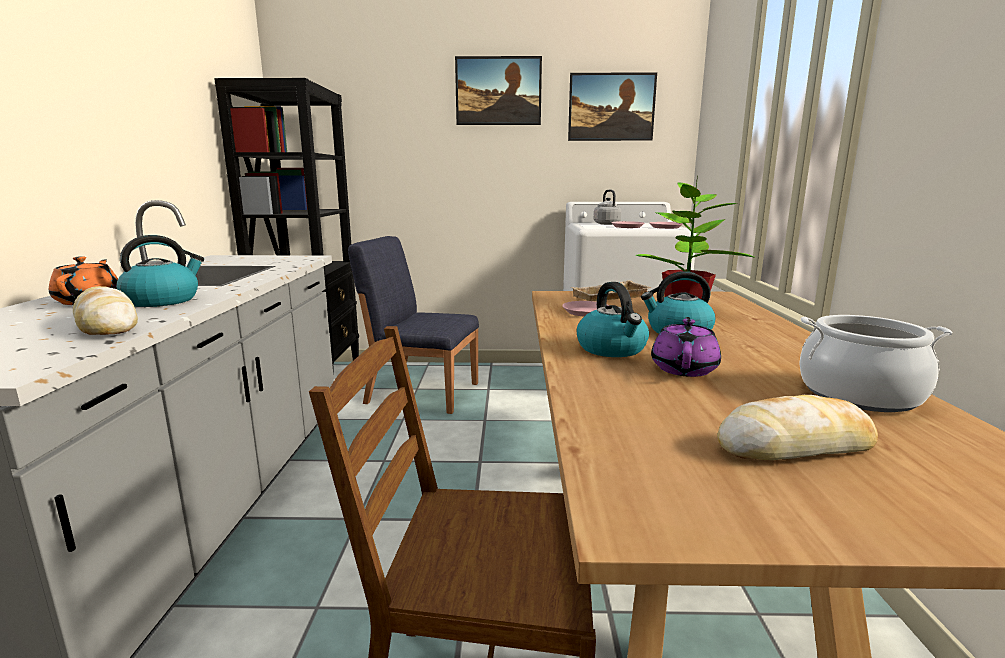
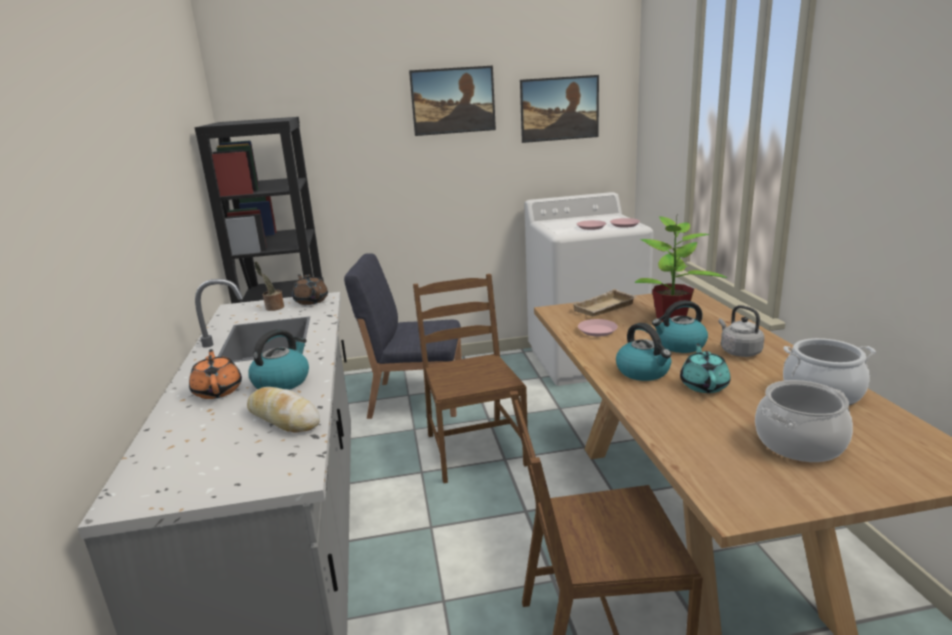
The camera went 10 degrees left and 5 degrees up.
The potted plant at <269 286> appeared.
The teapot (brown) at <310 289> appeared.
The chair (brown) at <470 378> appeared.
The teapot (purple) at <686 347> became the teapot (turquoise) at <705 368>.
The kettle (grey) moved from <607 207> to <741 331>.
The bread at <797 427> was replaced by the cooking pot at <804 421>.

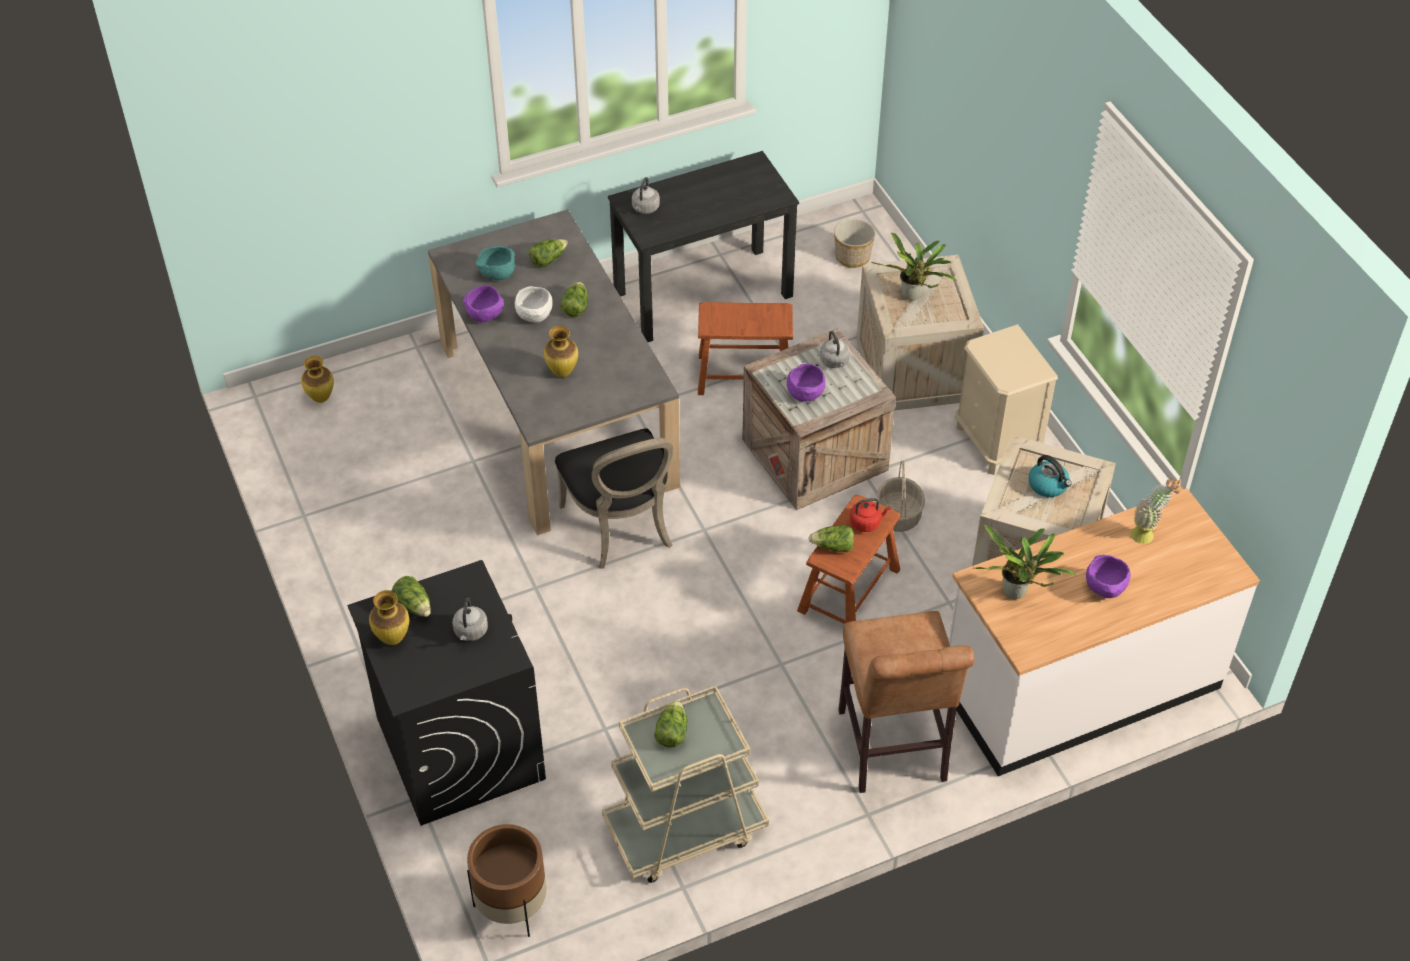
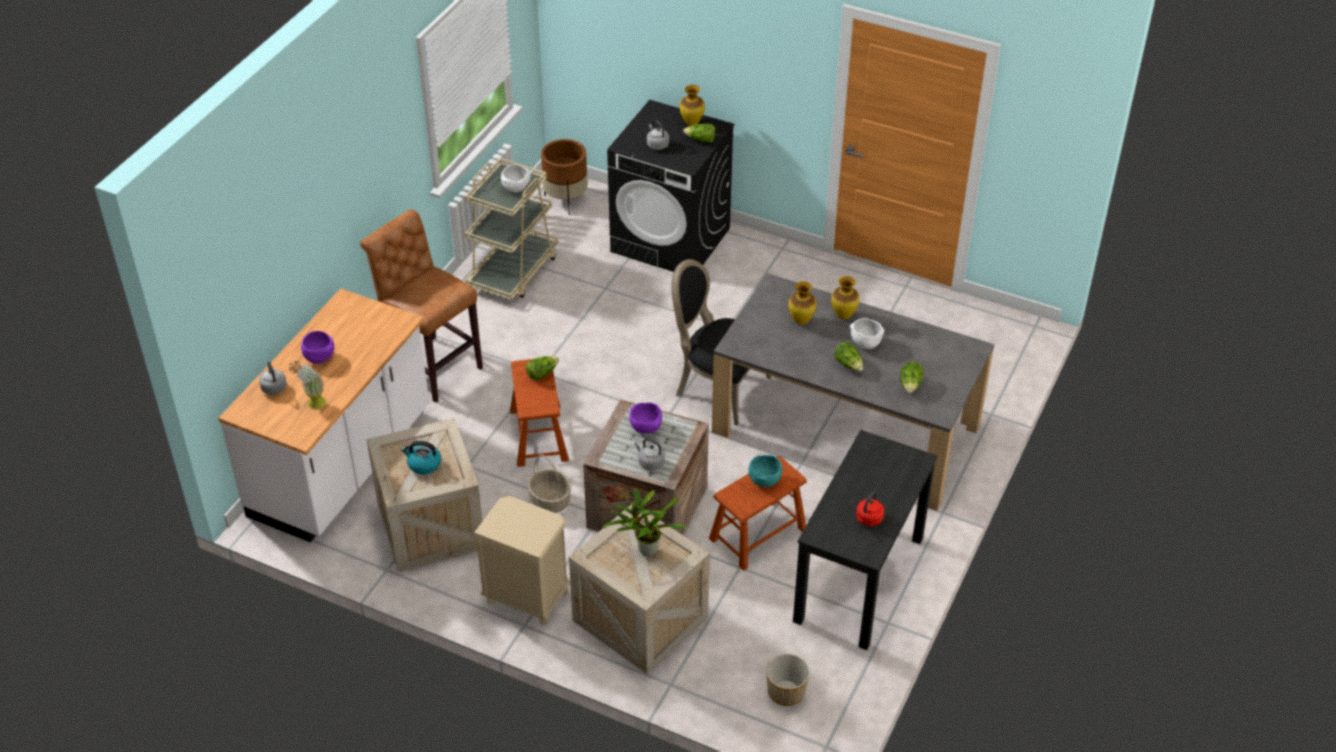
The camera went 140 degrees right and 5 degrees down.
The kettle (grey) moved from <646 195> to <273 378>.
The lettuce at <670 724> was replaced by the bowl (white) at <516 178>.
The bowl (turquoise) moved from <495 263> to <765 471>.
The vase moved from <317 379> to <845 297>.
The kettle (red) moved from <870 515> to <870 508>.
The bowl (purple) at <483 303> disappeared.
The potted plant at <1025 562> disappeared.

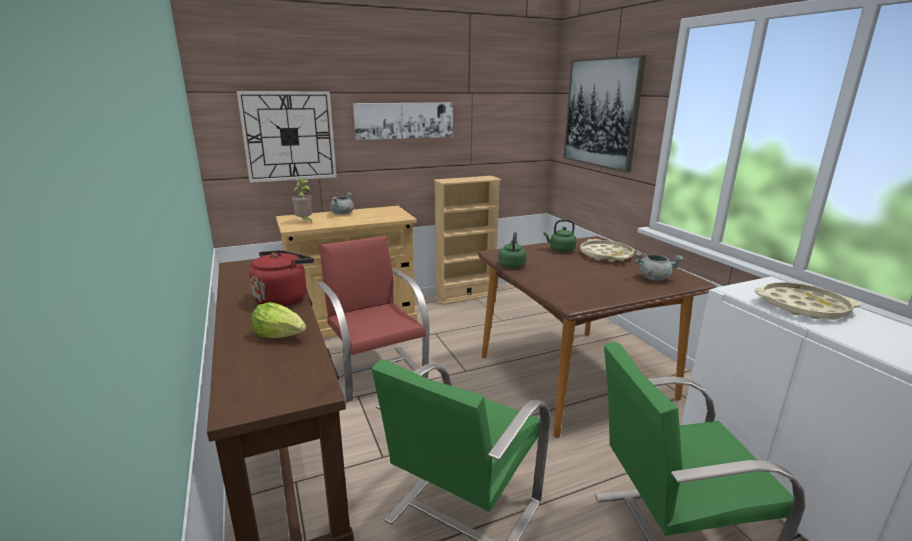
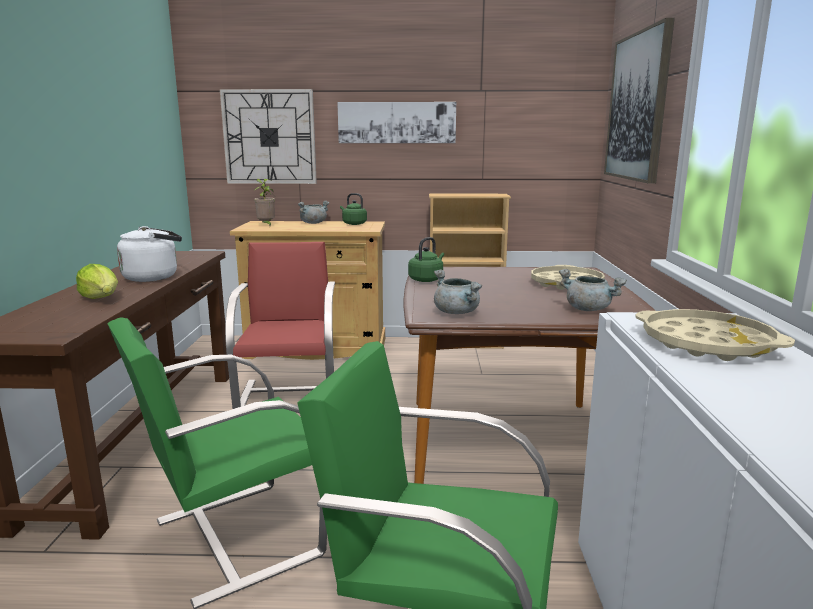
The camera went 25 degrees right and 5 degrees down.
The kettle (red) at <281 278> became the kettle (white) at <149 254>.
The kettle (green) moved from <560 235> to <353 209>.
The cooking pot (grey) at <458 291> appeared.

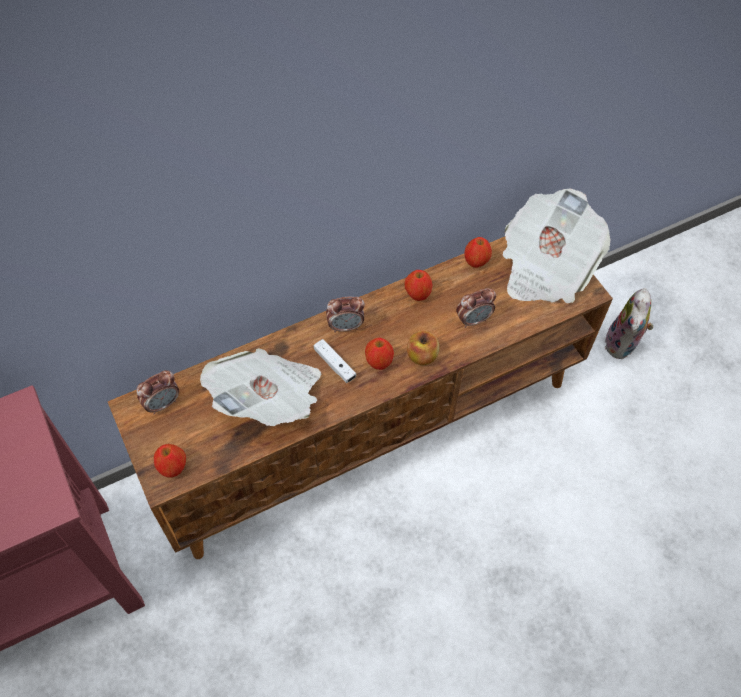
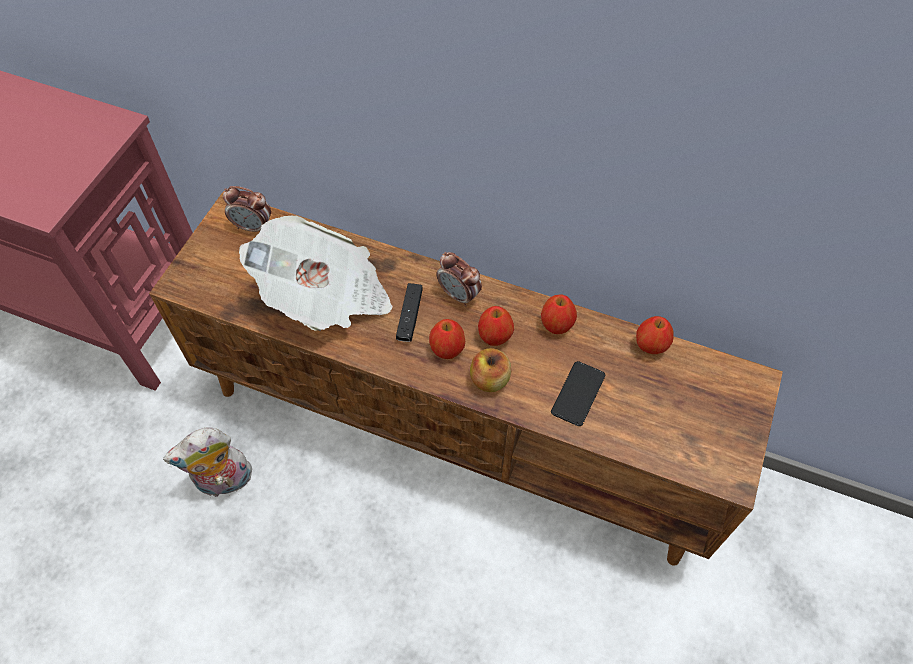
The camera went 50 degrees right and 0 degrees up.
The plush toy moved from <629 323> to <207 462>.
The game controller (white) at <334 361> became the game controller (black) at <409 312>.
The apple moved from <170 461> to <496 326>.
The alarm clock at <476 308> was replaced by the phone at <578 393>.
The newspaper at <556 245> disappeared.

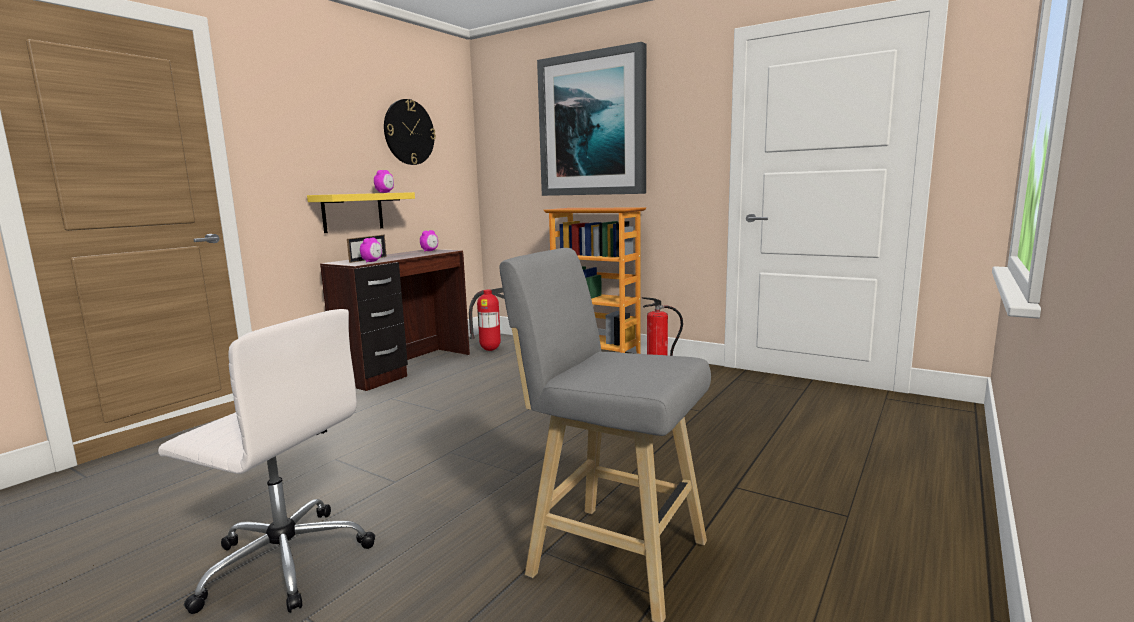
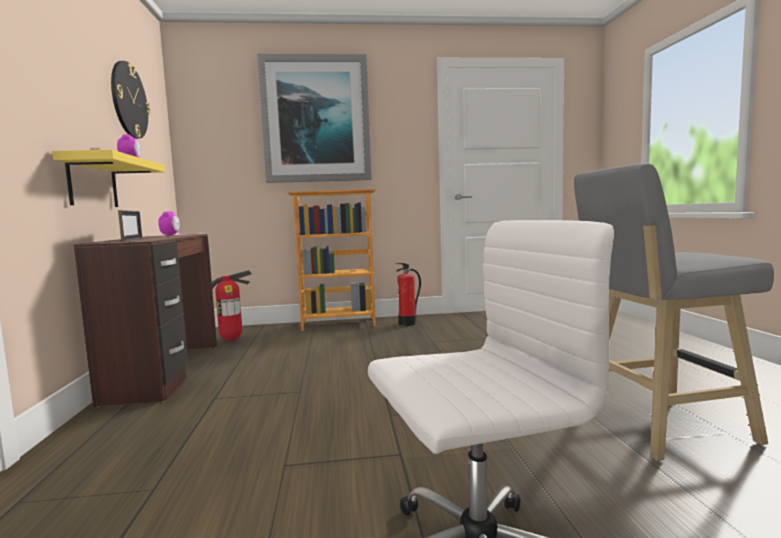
The camera went 40 degrees left and 5 degrees down.
The alarm clock at <371 250> disappeared.

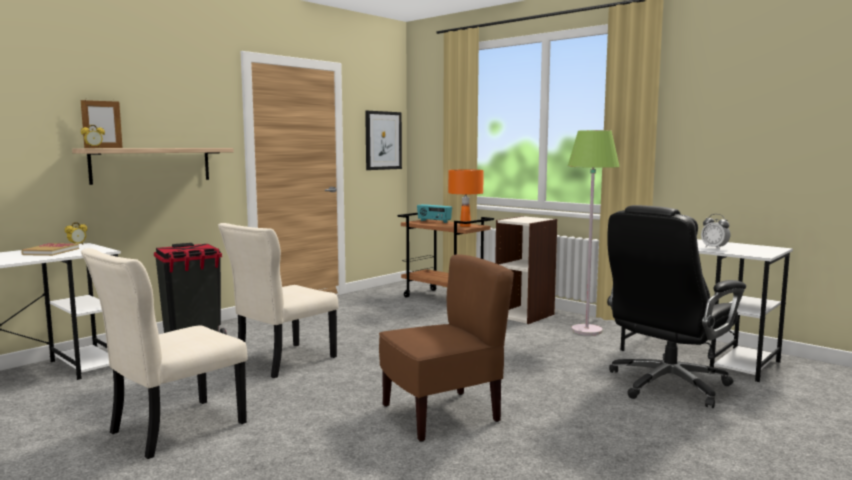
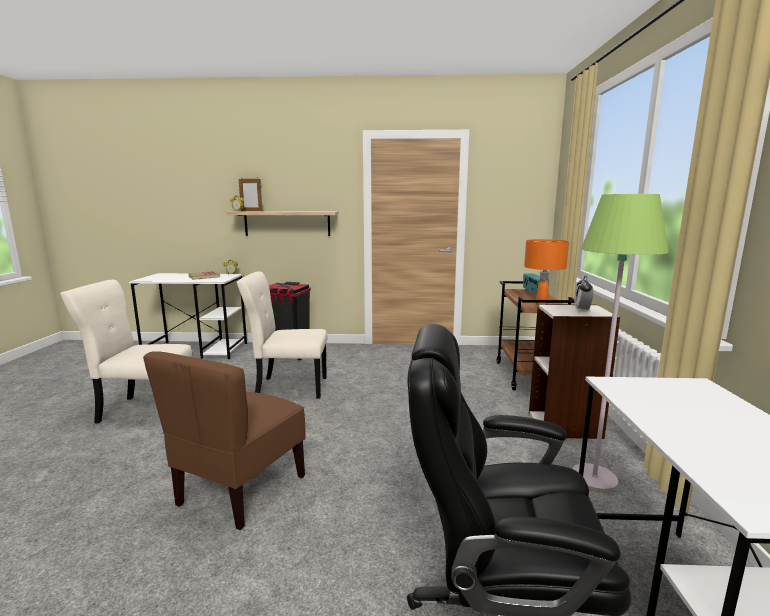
The camera went 50 degrees right and 5 degrees up.
The chair (brown) at <446 348> turned 90 degrees clockwise.
The alarm clock moved from <715 232> to <583 293>.
The picture at <383 140> disappeared.

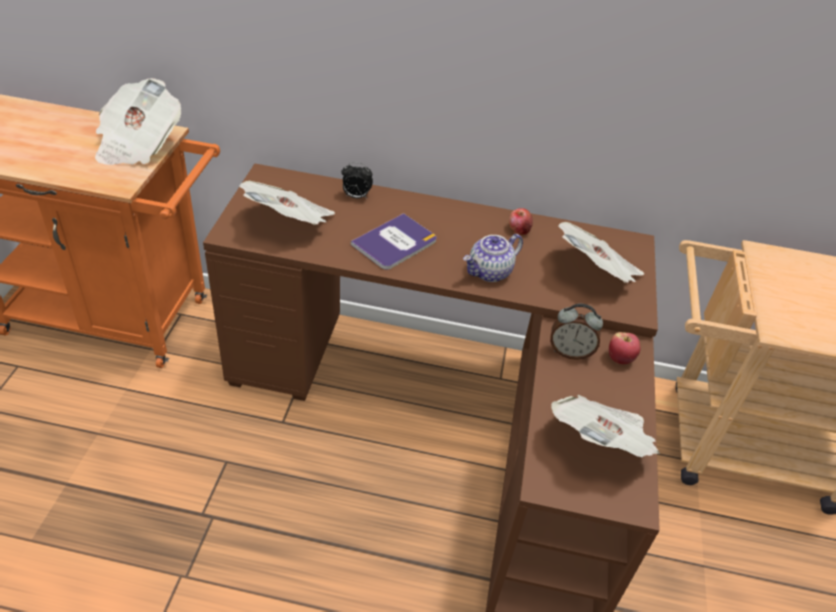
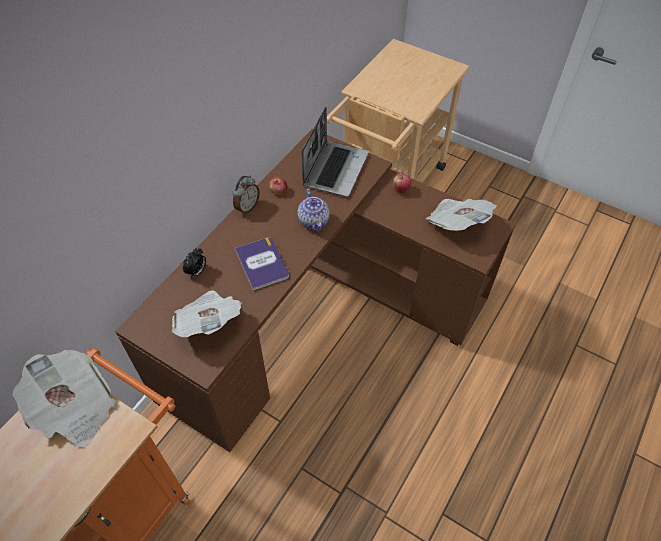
The camera went 65 degrees left and 10 degrees up.
The alarm clock moved from <576 332> to <246 195>.
The newspaper at <601 252> was replaced by the laptop at <335 152>.

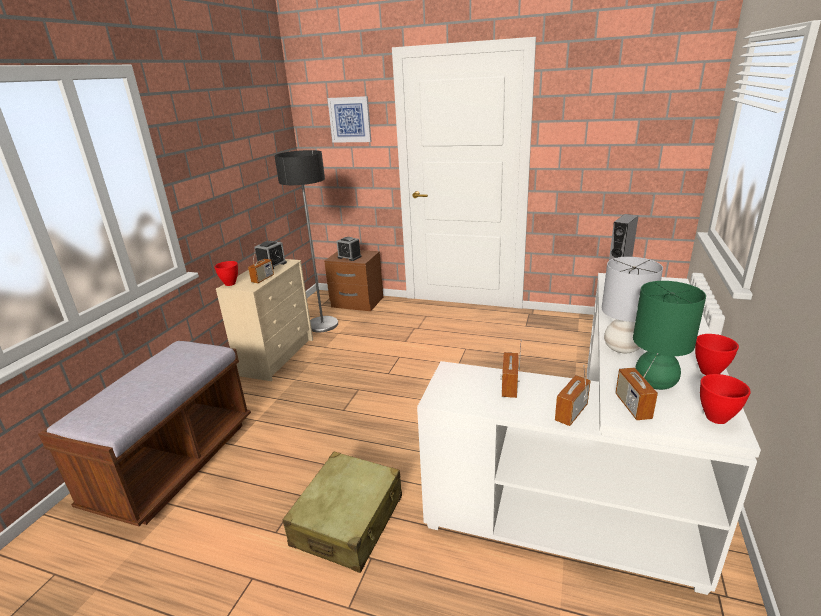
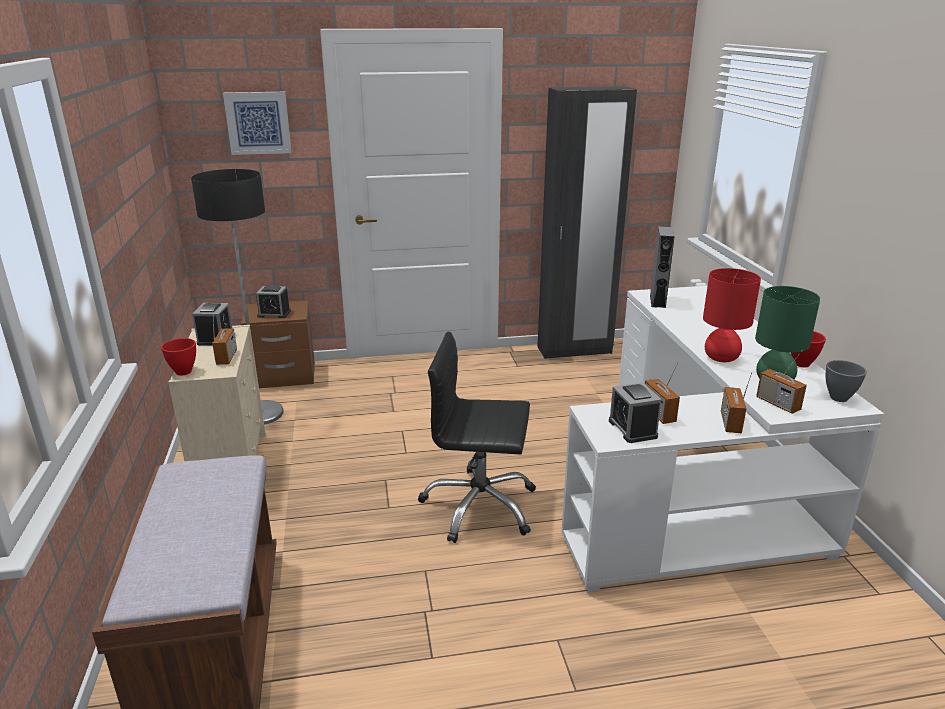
The camera went 30 degrees left and 0 degrees up.
The office chair (black) at <477 437> appeared.
The wardrobe (black) at <587 222> appeared.
The alarm clock at <635 412> appeared.
The table lamp (grey) at <632 305> became the table lamp (red) at <732 315>.
The bowl (red) at <725 399> became the bowl (grey) at <846 381>.
The suitcase (beige) at <342 512> disappeared.

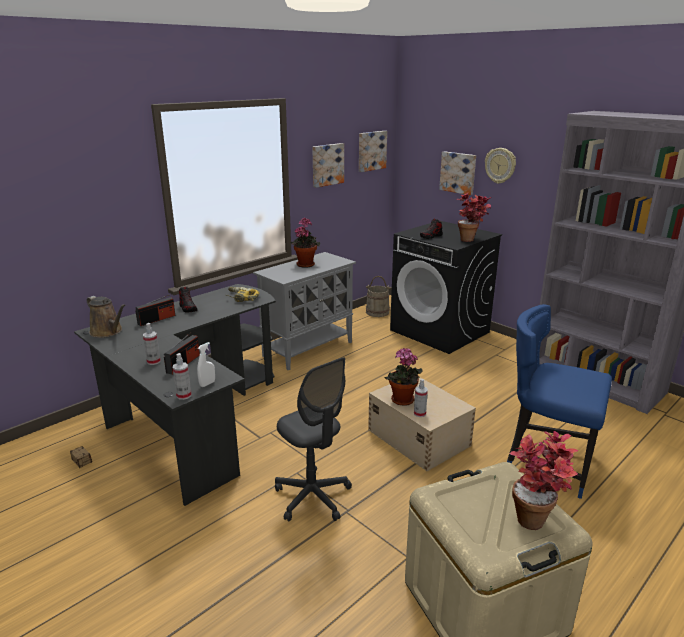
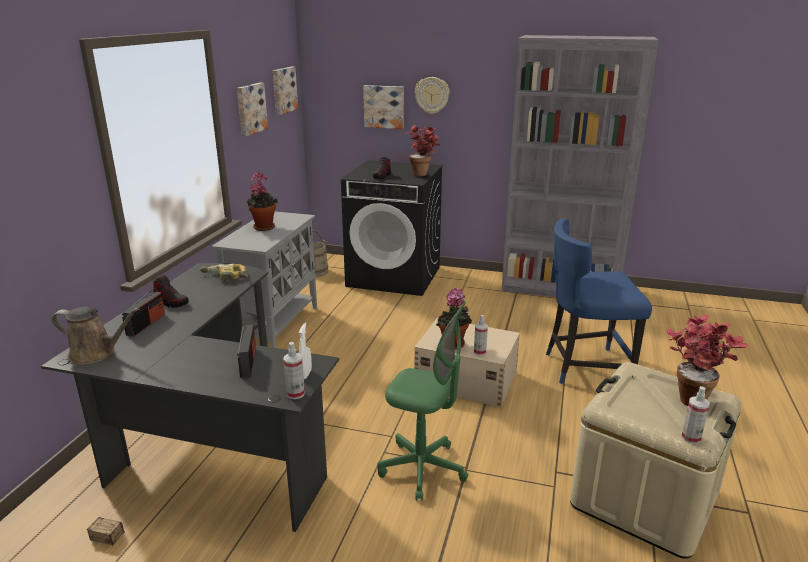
The camera went 30 degrees left and 0 degrees up.
The office chair (grey) at <313 439> became the office chair (green) at <422 401>.
The spray bottle moved from <152 344> to <695 415>.

